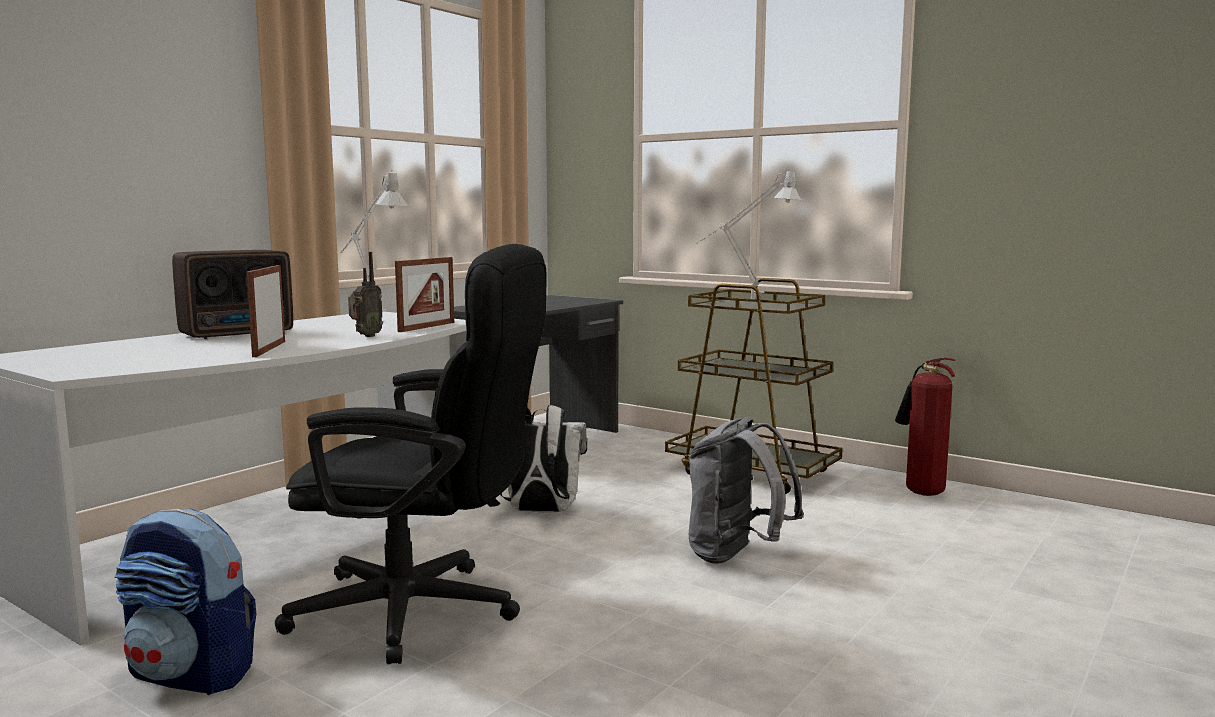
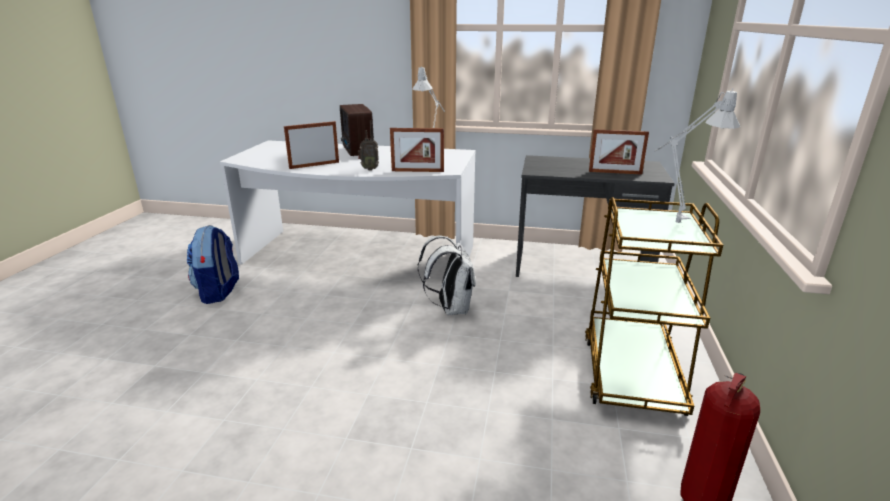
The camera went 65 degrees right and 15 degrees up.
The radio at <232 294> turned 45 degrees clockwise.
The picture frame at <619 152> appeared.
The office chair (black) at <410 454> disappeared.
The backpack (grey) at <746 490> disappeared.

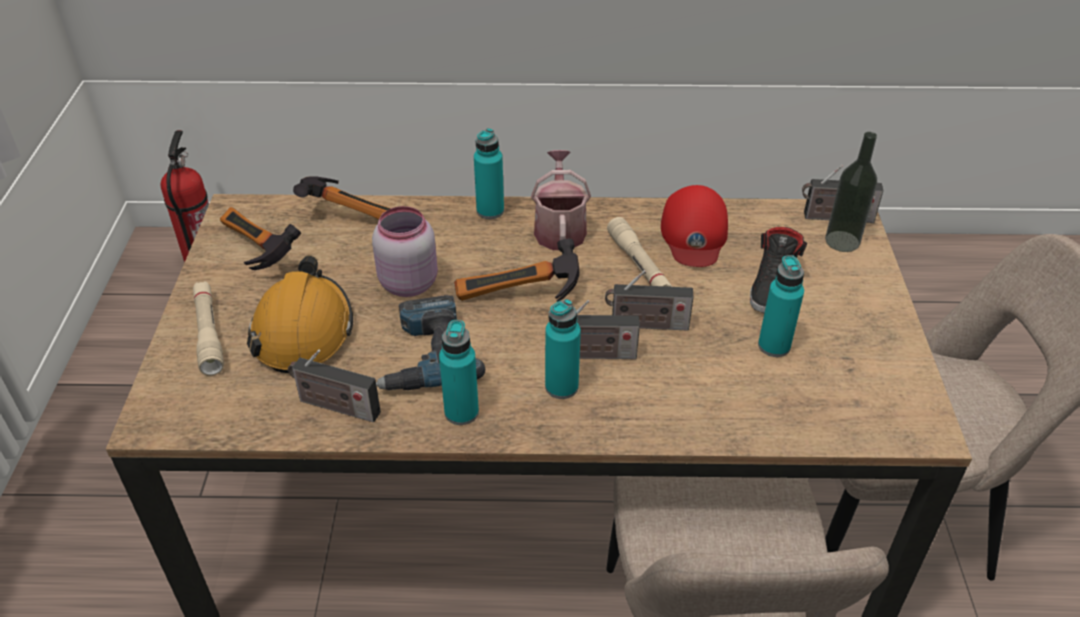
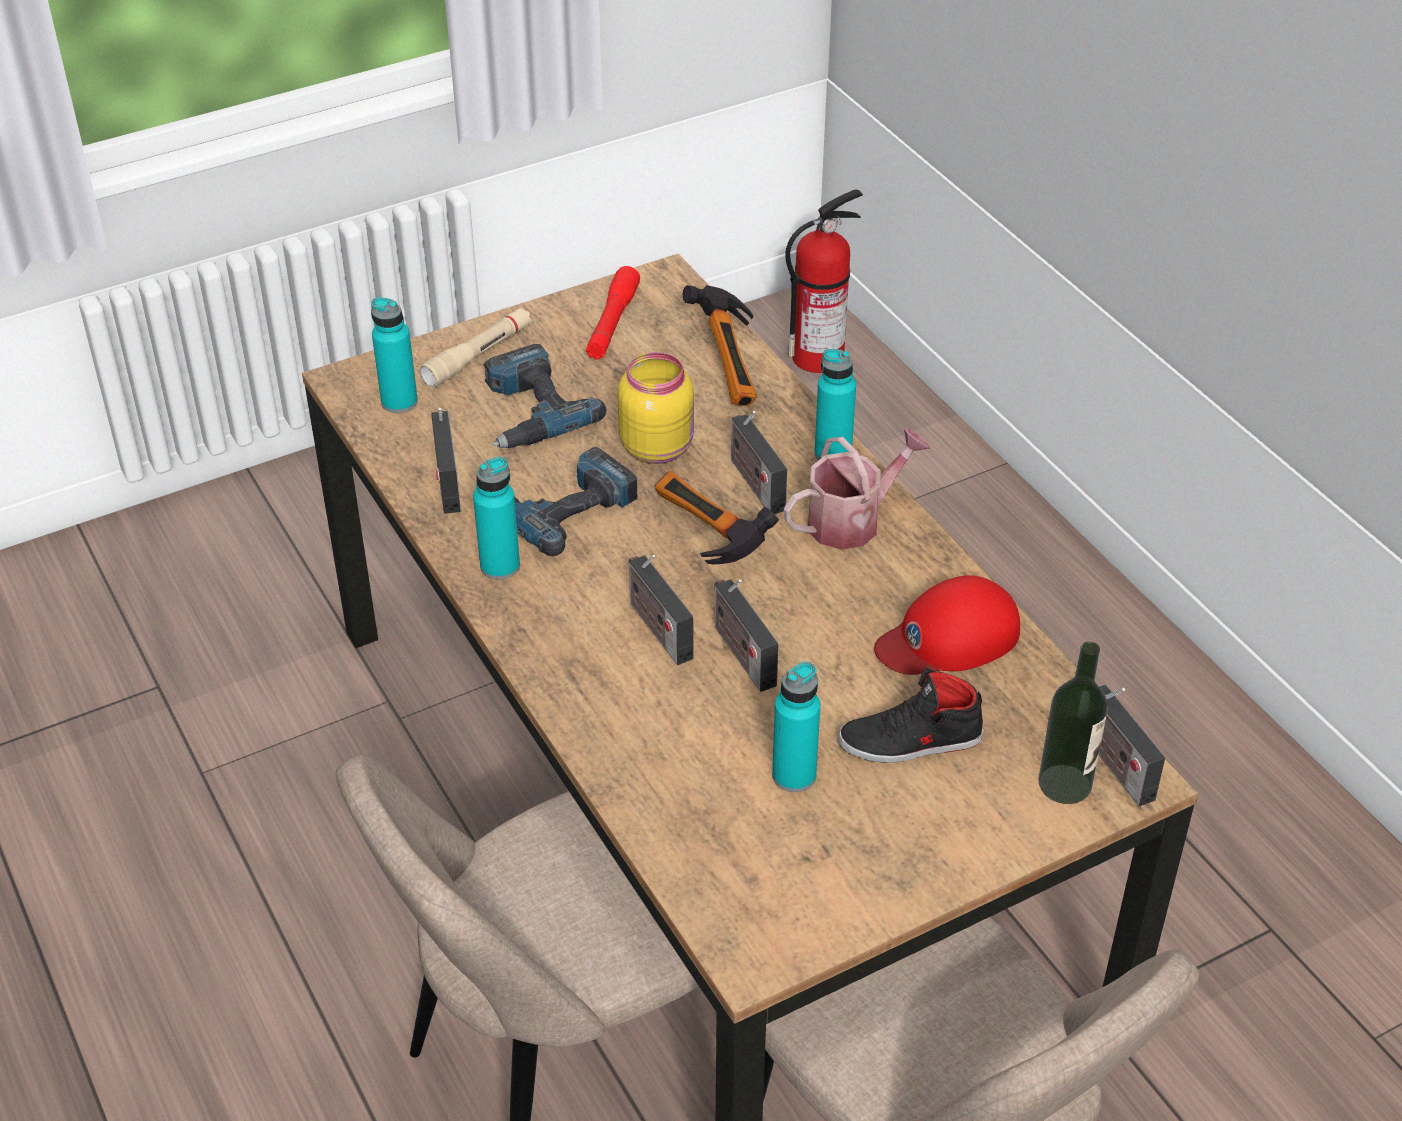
The camera went 60 degrees right and 0 degrees up.
The bottle (turquoise) moved from <563 349> to <394 355>.
The hard hat (orange) at <300 314> was replaced by the power drill at <545 396>.
The hammer at <261 238> was replaced by the flashlight (red) at <613 313>.
The jar (pink) at <405 251> became the jar (yellow) at <655 408>.
The radio at <759 462> appeared.
The flashlight (beige) at <640 252> disappeared.

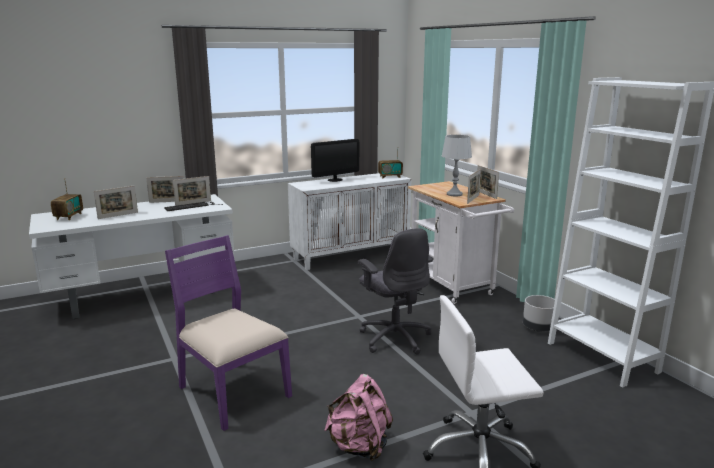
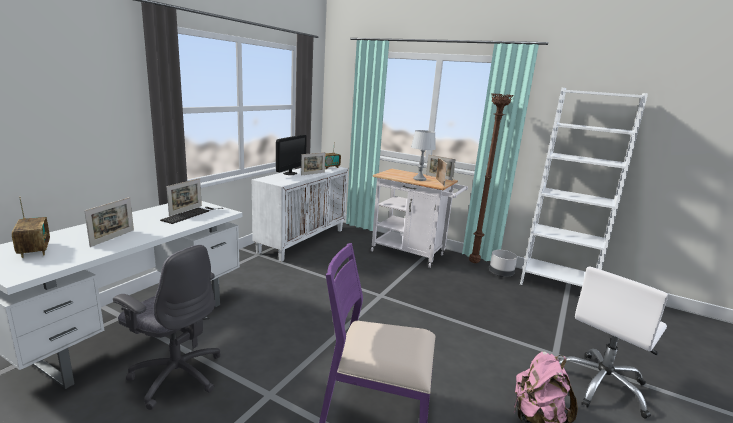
The camera went 35 degrees left and 0 degrees up.
The office chair (grey) moved from <395 291> to <167 327>.
The picture frame moved from <165 189> to <313 164>.
The floor lamp (brown) at <491 178> appeared.

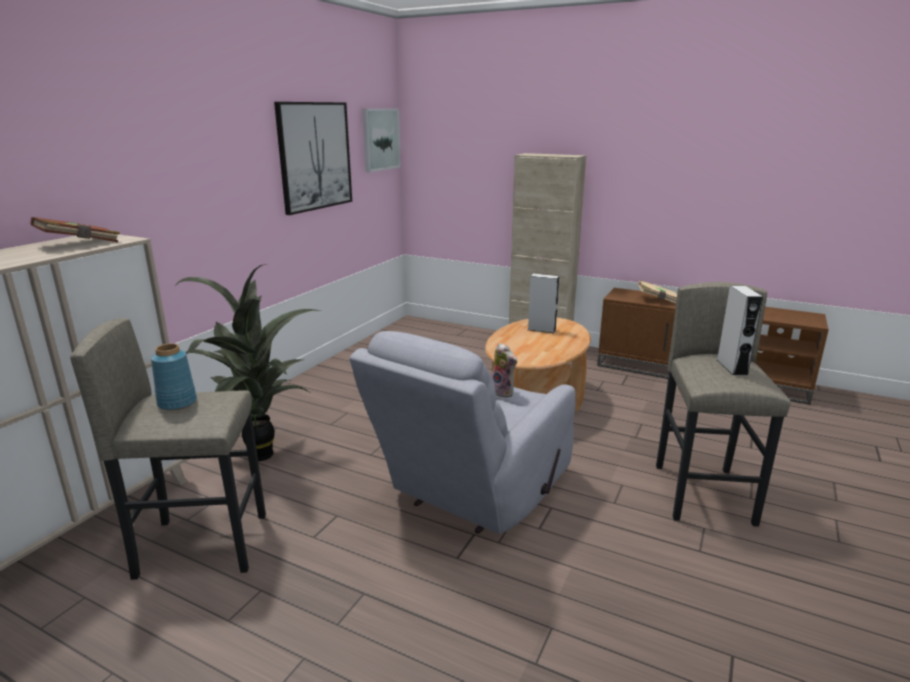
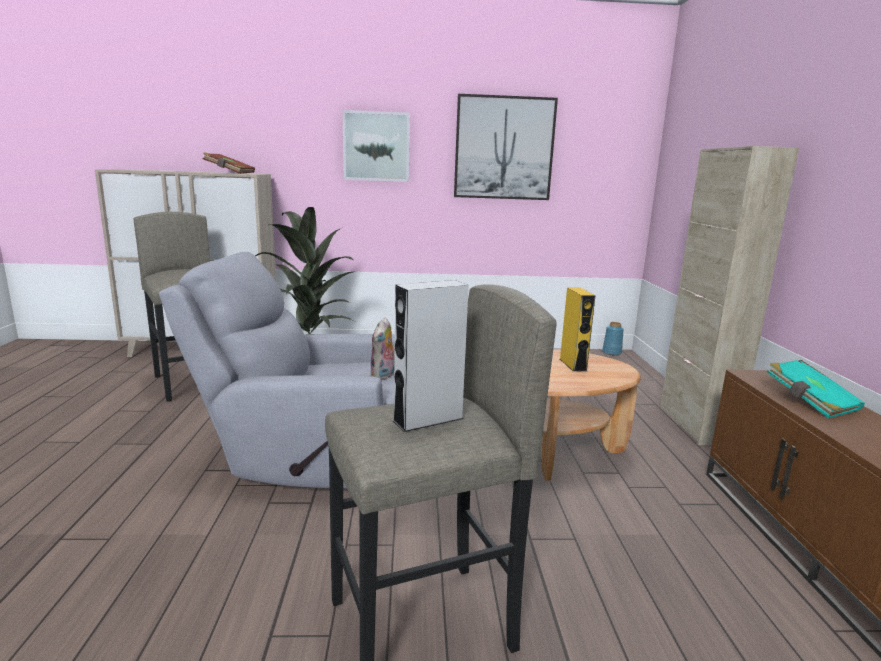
The camera went 60 degrees right and 5 degrees down.
The picture moved from <381 140> to <376 146>.
The speaker (grey) at <543 303> became the speaker (yellow) at <578 330>.
The vase (blue) moved from <174 377> to <613 339>.
The book (beige) at <657 291> became the book (turquoise) at <816 389>.

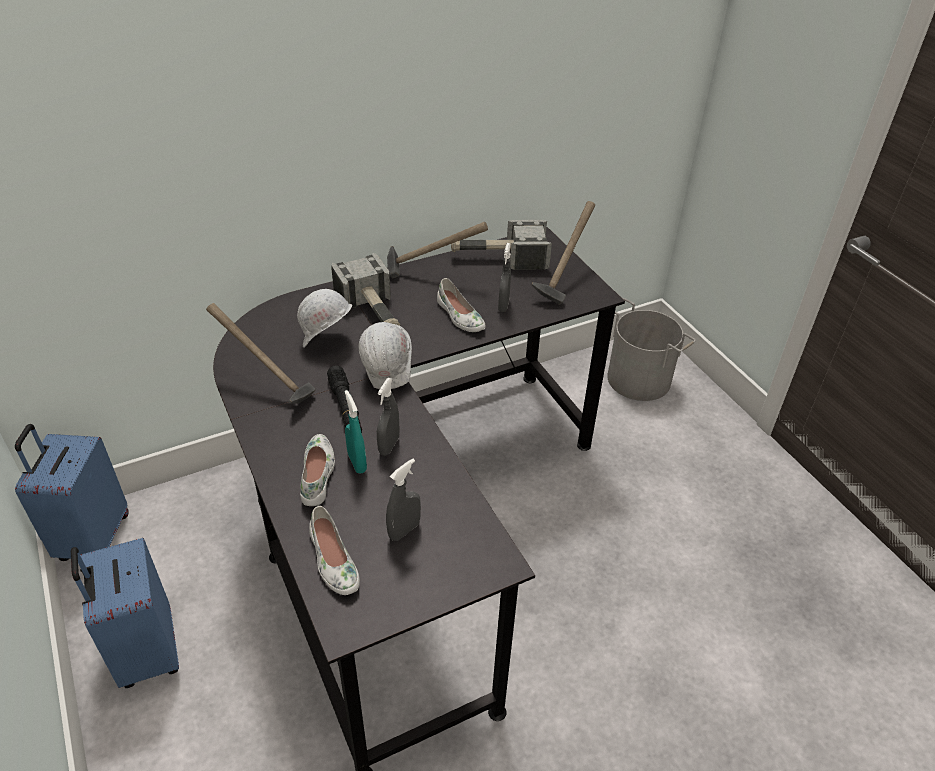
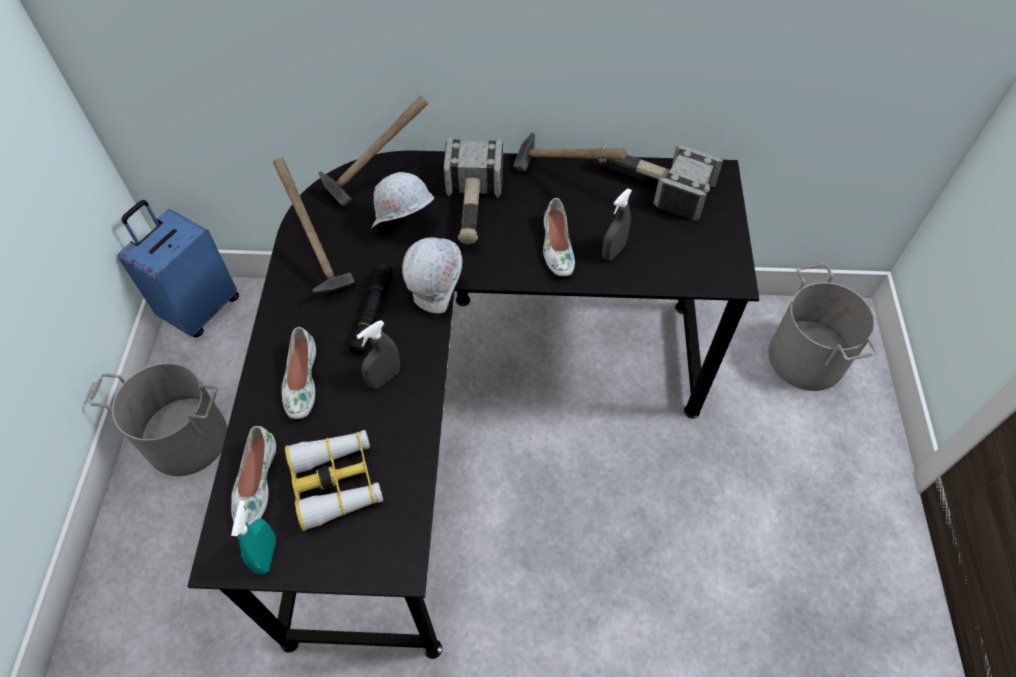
The camera went 30 degrees right and 15 degrees up.
The suitcase (blue) at <125 613> was replaced by the bucket (grey) at <158 419>.
The spray bottle (turquoise) moved from <355 432> to <253 537>.
The shoe (white) at <317 470> turned 150 degrees clockwise.
The spray bottle (grey) at <403 499> was replaced by the binoculars at <334 480>.
The hammer moved from <563 253> to <373 151>.

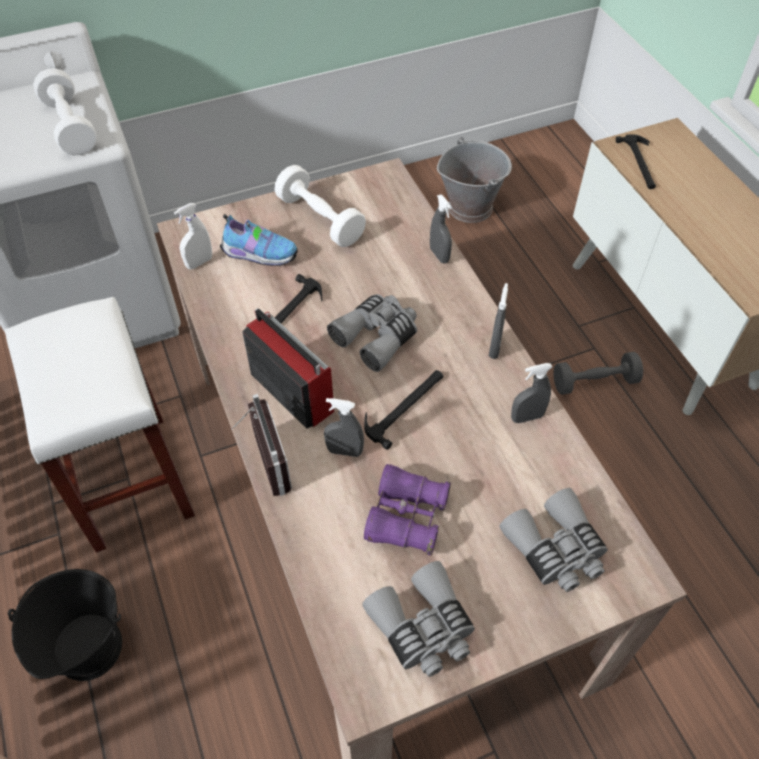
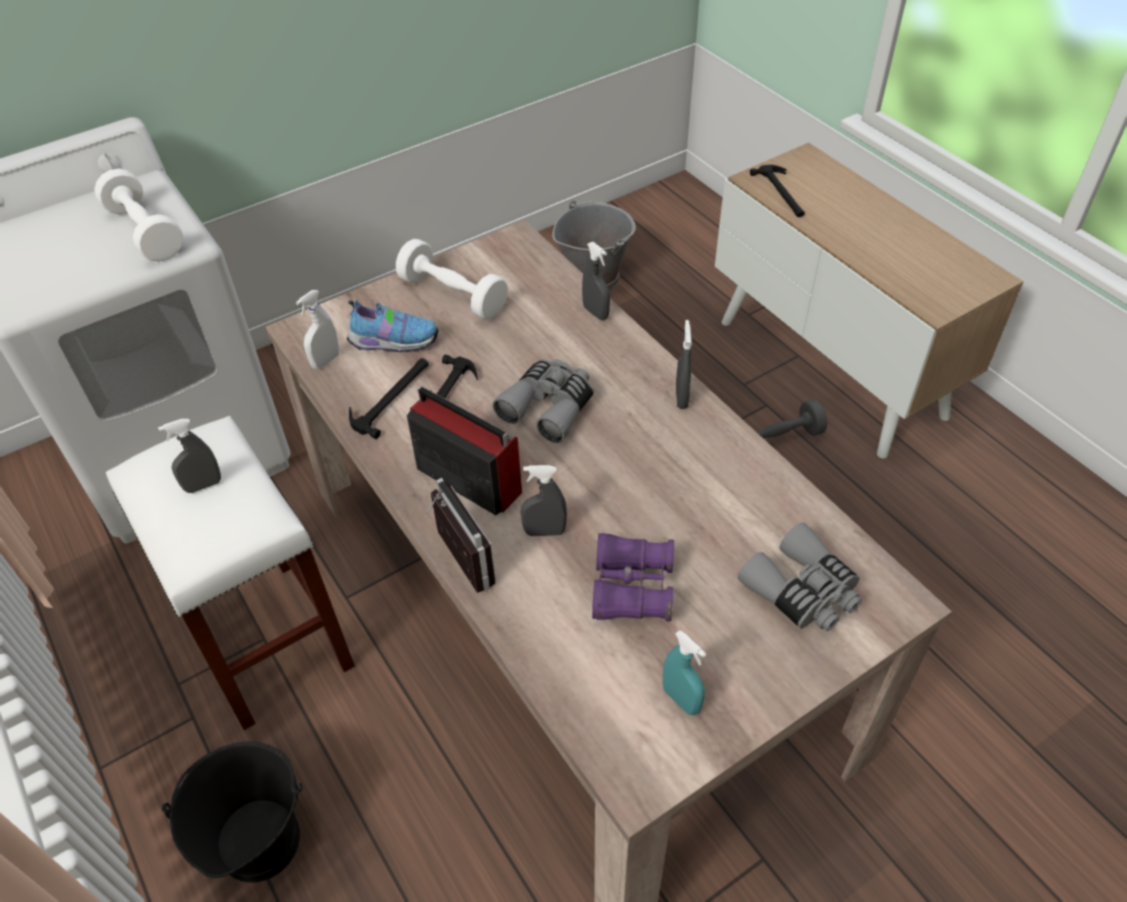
The camera went 10 degrees left and 5 degrees down.
The spray bottle (grey) moved from <531 393> to <189 456>.
The hammer moved from <404 410> to <389 398>.
The binoculars (grey) at <418 619> was replaced by the spray bottle (turquoise) at <684 672>.

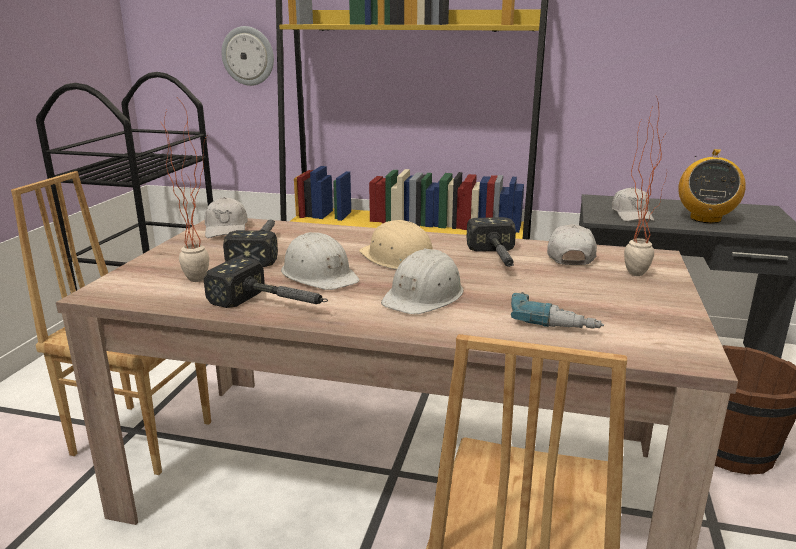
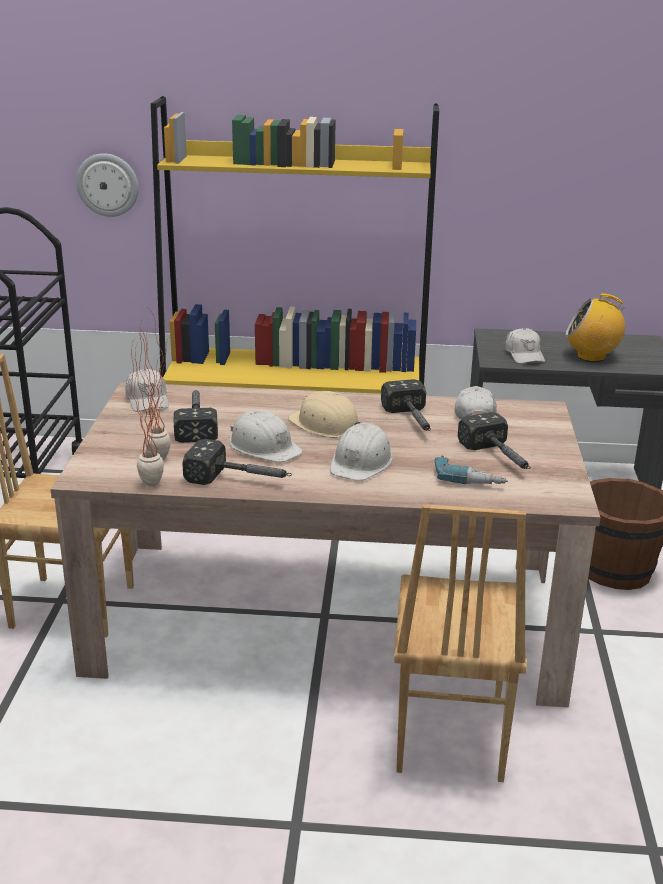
The camera went 10 degrees left and 5 degrees up.
The potted plant moved from <646 186> to <146 407>.
The hammer at <494 440> appeared.
The radio at <712 186> turned 90 degrees clockwise.

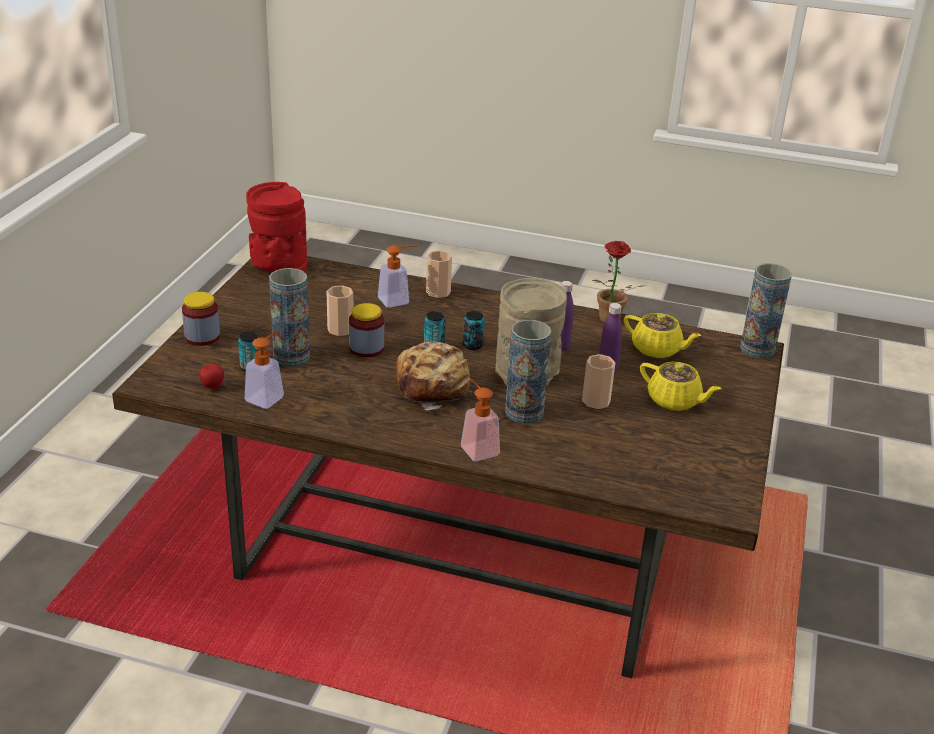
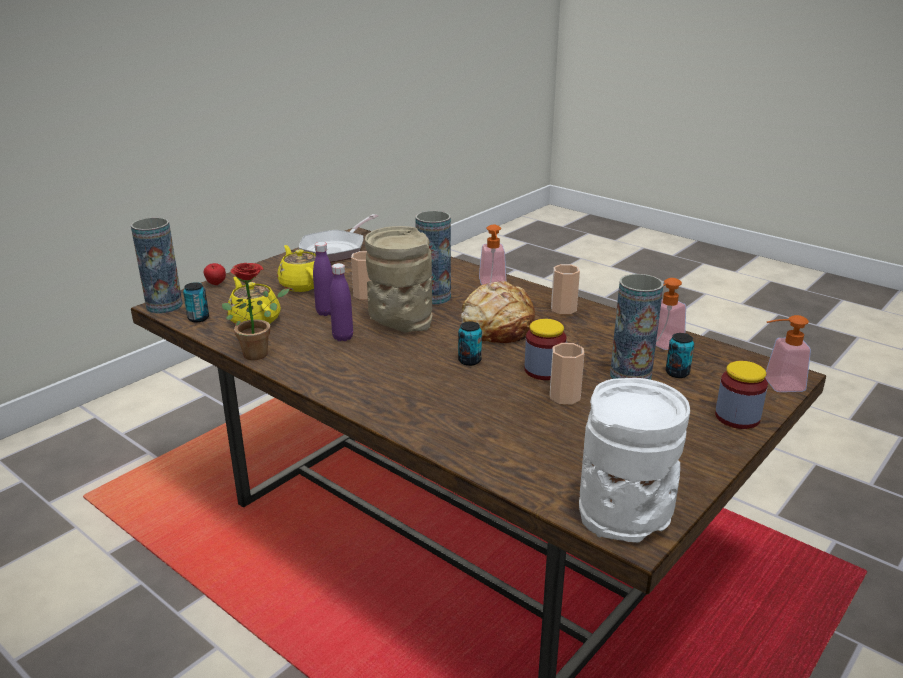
The camera went 155 degrees left and 5 degrees down.
The can moved from <474 330> to <196 302>.
The apple moved from <211 376> to <215 274>.
The frying pan at <338 238> appeared.
The cup moved from <439 274> to <565 289>.
The vase (red) at <276 227> became the vase (white) at <634 460>.
The soap dispenser moved from <397 276> to <788 353>.

